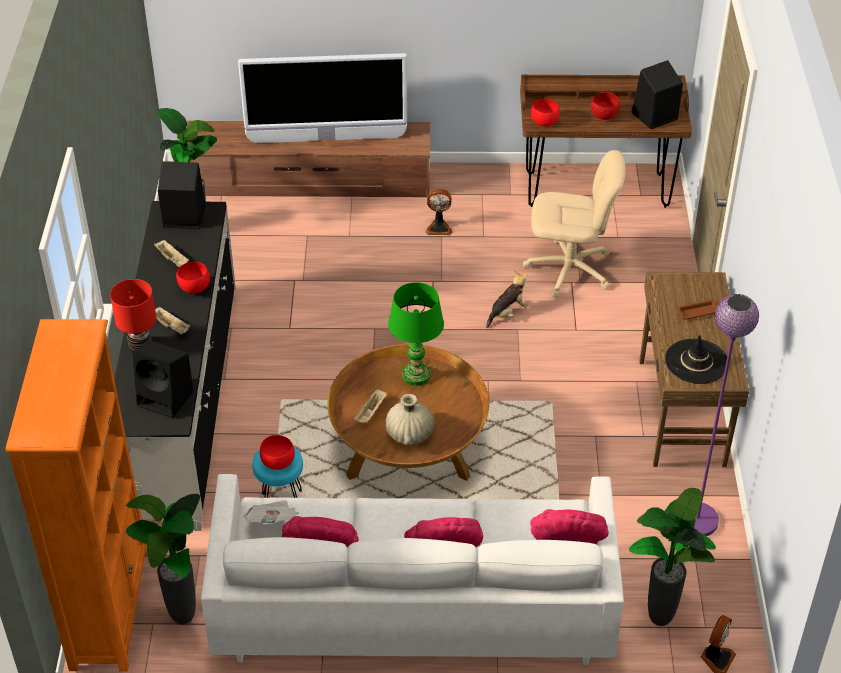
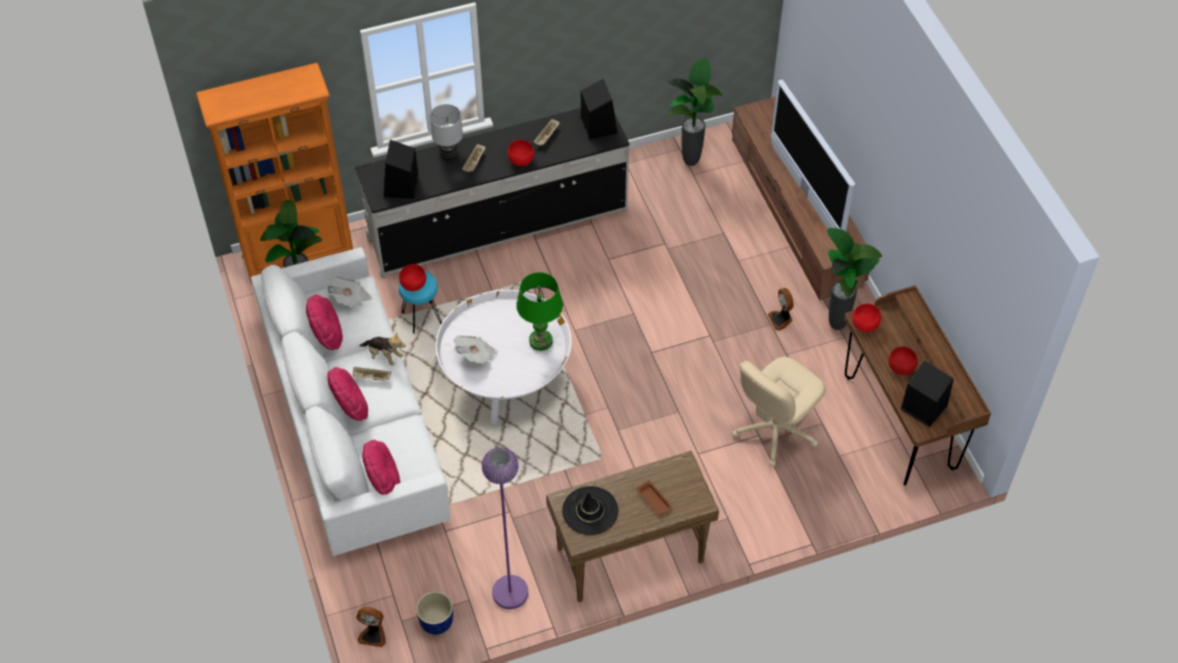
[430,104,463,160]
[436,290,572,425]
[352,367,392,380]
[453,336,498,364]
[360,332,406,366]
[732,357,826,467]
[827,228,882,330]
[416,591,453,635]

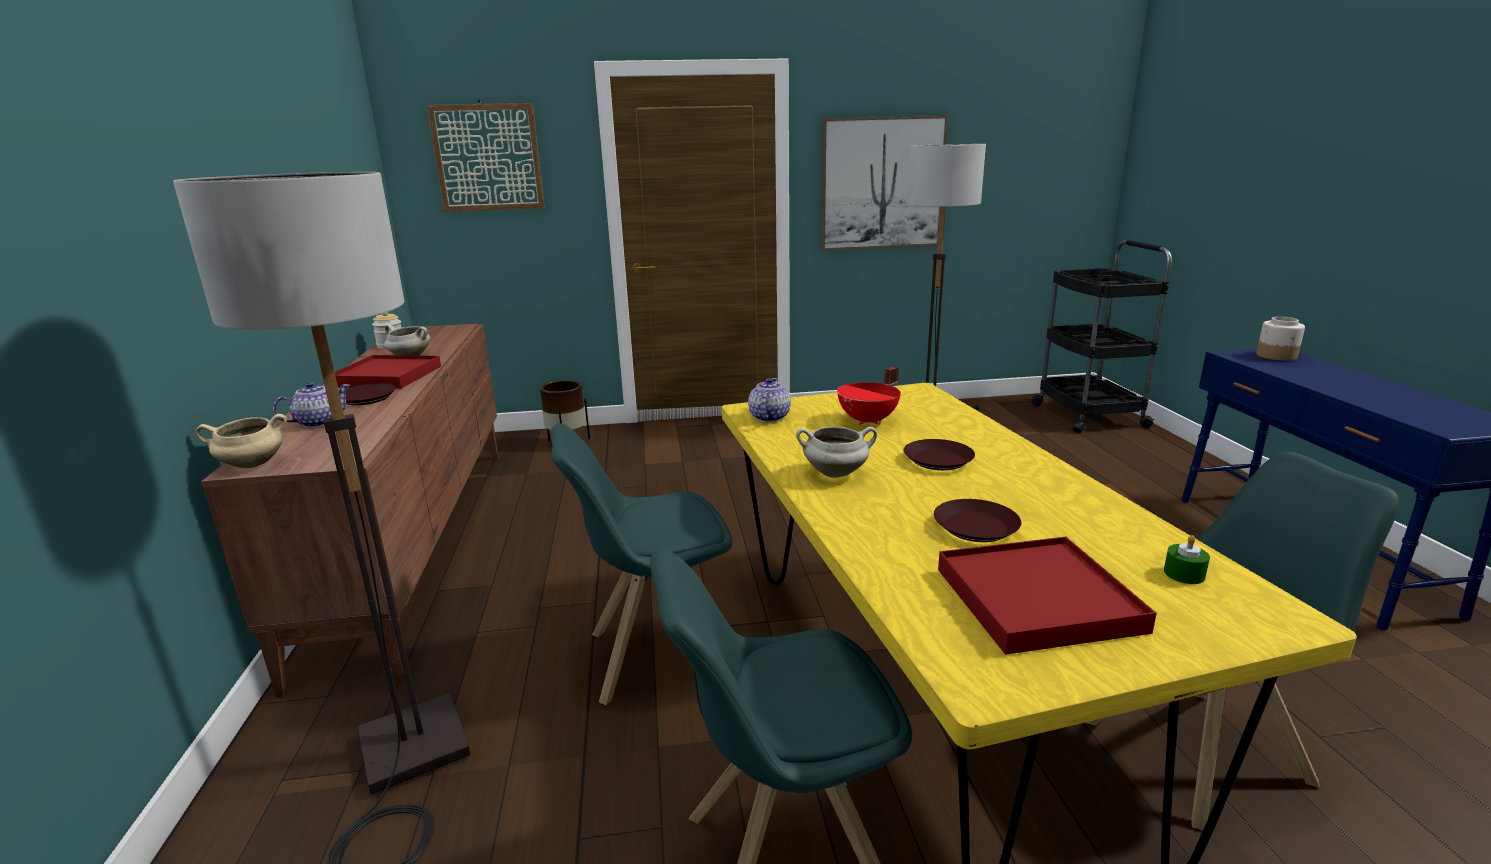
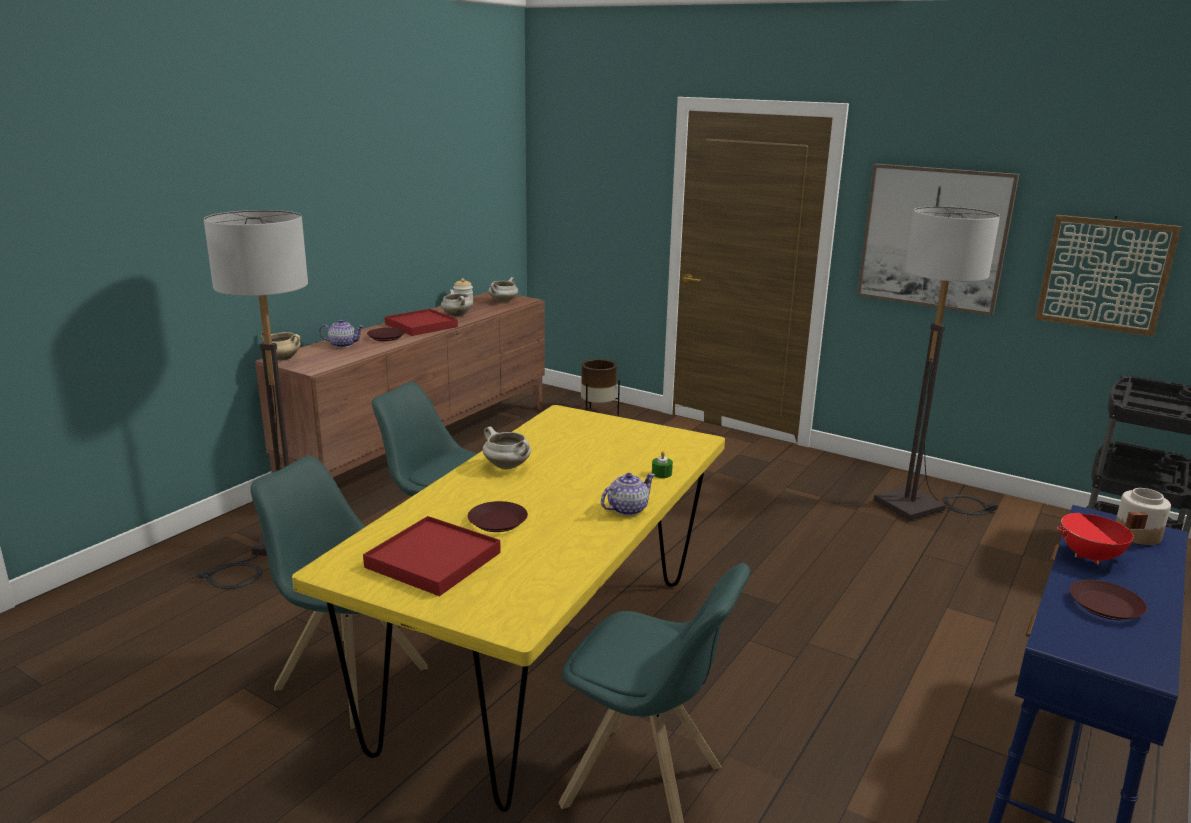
[1035,215,1181,337]
[601,473,655,516]
[1057,512,1148,565]
[1069,580,1147,620]
[652,451,673,478]
[488,277,518,303]

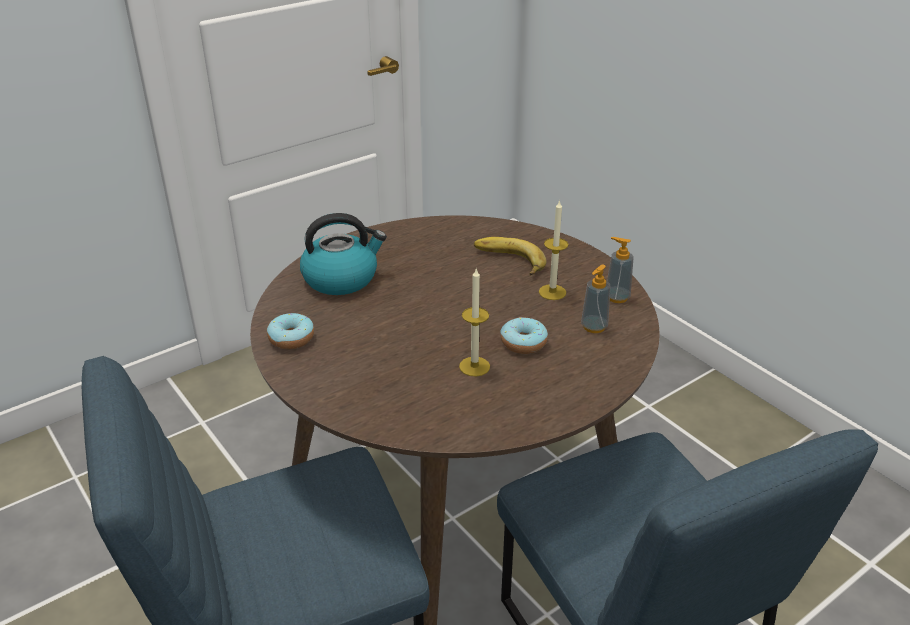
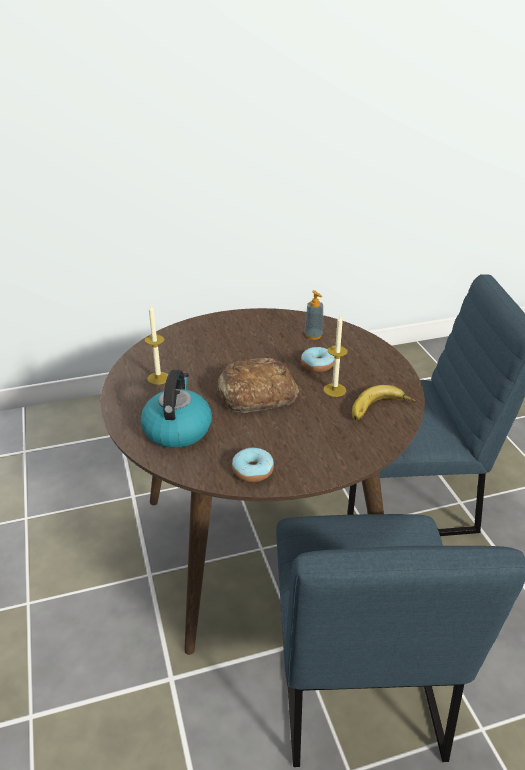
[352,385,416,420]
[145,305,168,385]
[607,237,634,303] (first image)
[217,358,299,413]

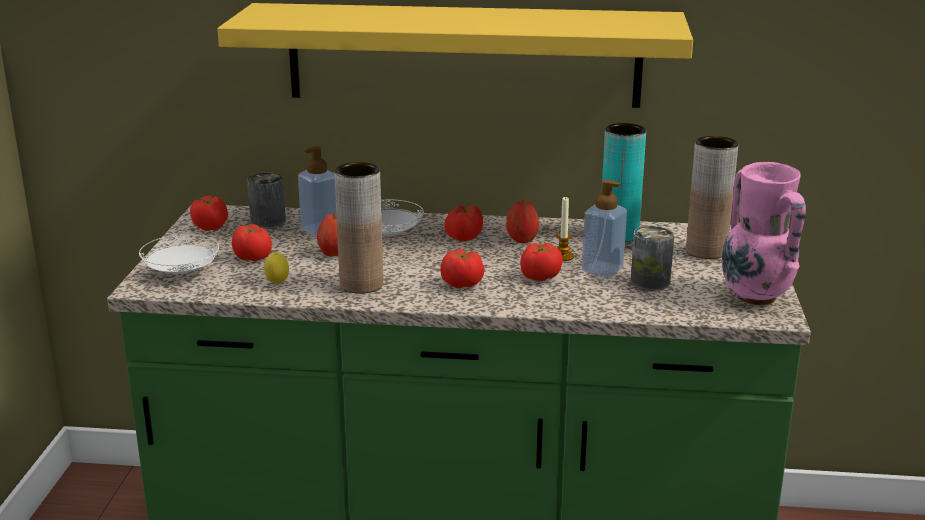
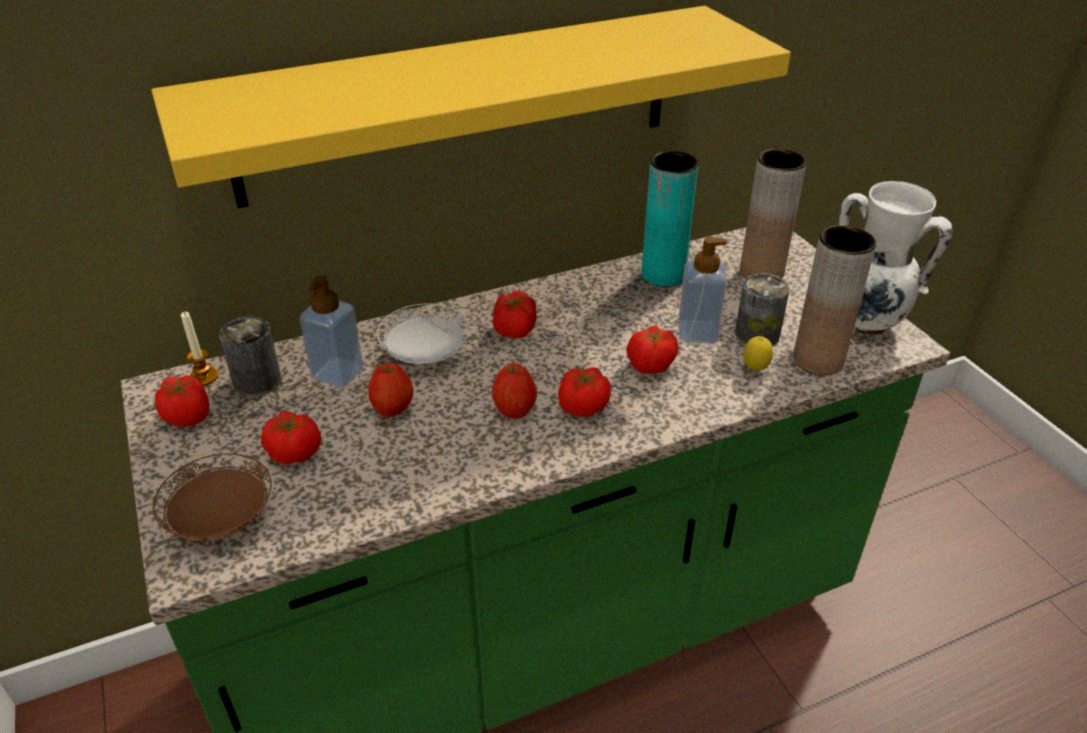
[153,454,272,541]
[743,336,773,371]
[793,225,876,375]
[492,363,537,419]
[181,312,218,386]
[839,181,952,335]

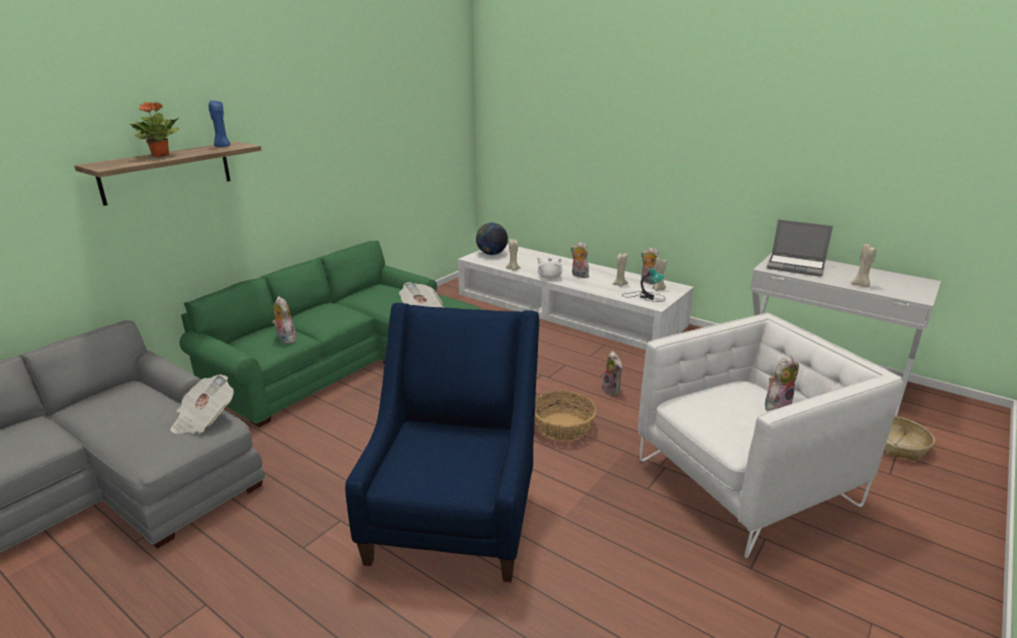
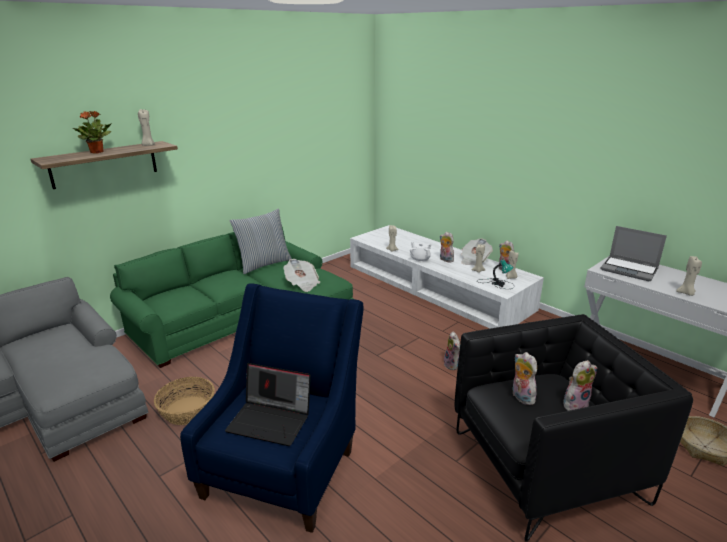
[461,239,493,265]
[138,109,155,146]
[512,352,537,405]
[476,222,508,255] (first image)
[154,377,215,425]
[455,314,693,542]
[225,363,311,446]
[230,208,292,274]

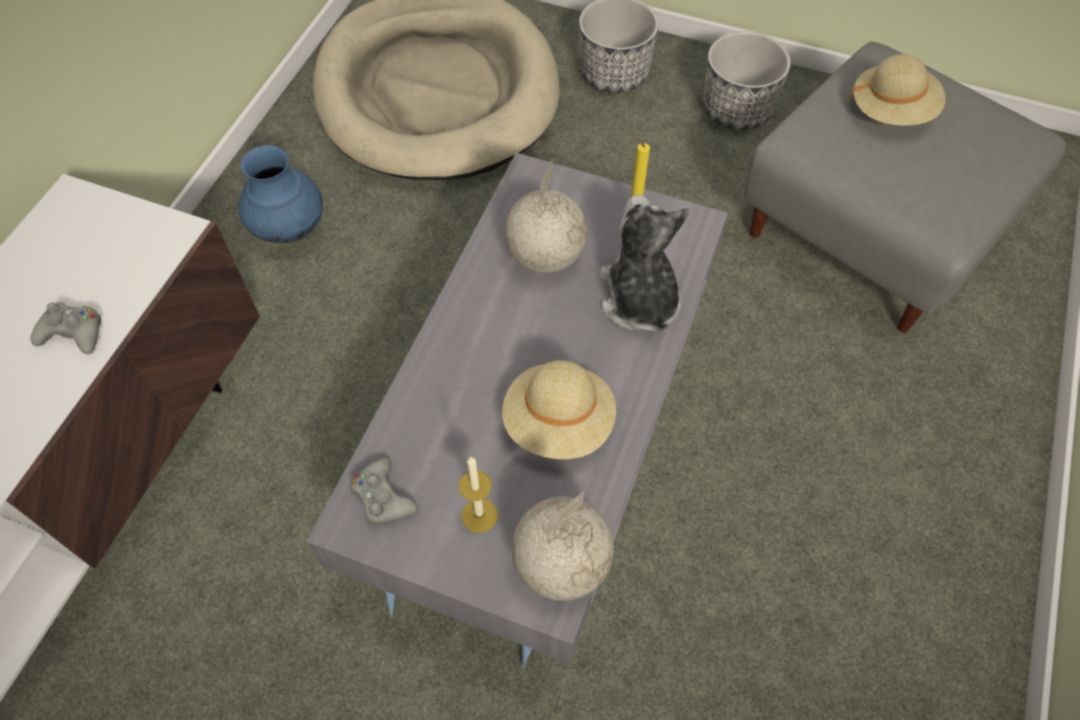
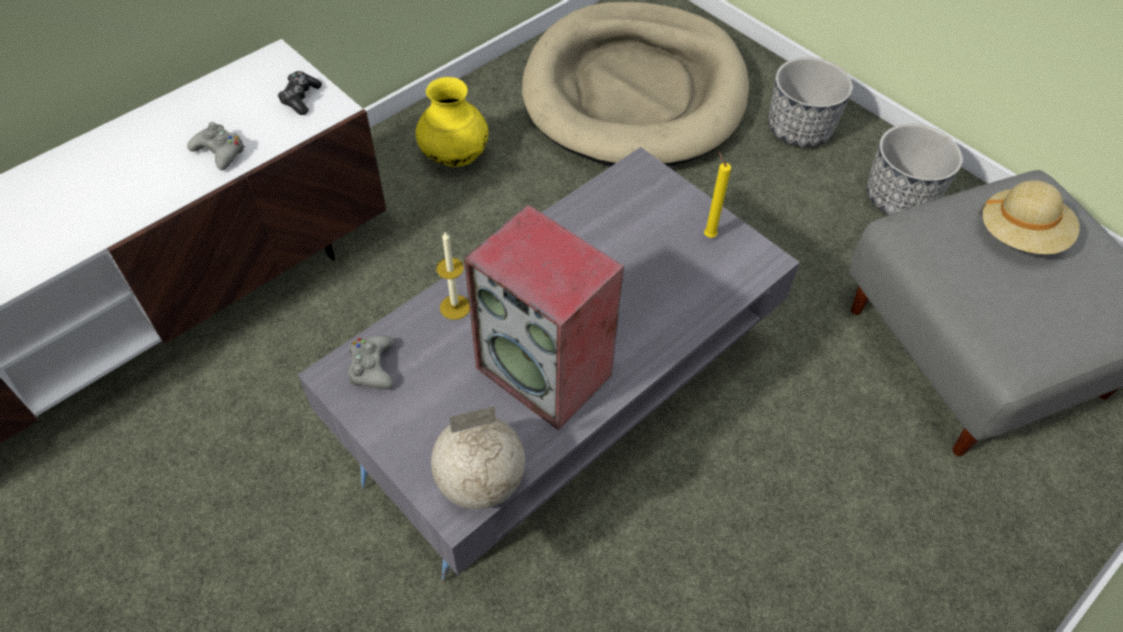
[415,77,488,167]
[436,232,470,320]
[464,205,624,430]
[504,157,587,273] (first image)
[600,195,689,334] (first image)
[278,71,322,115]

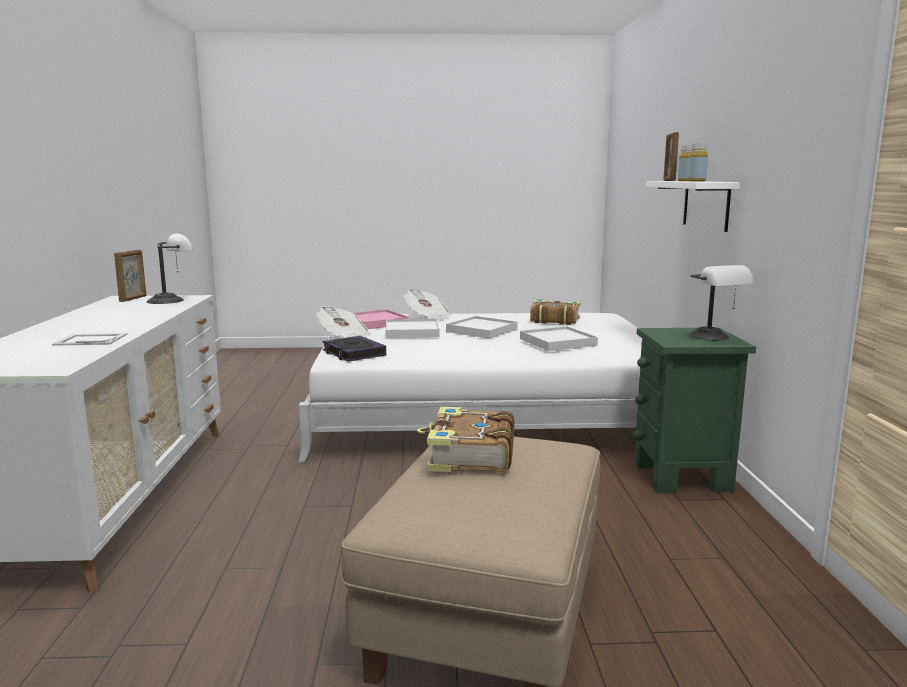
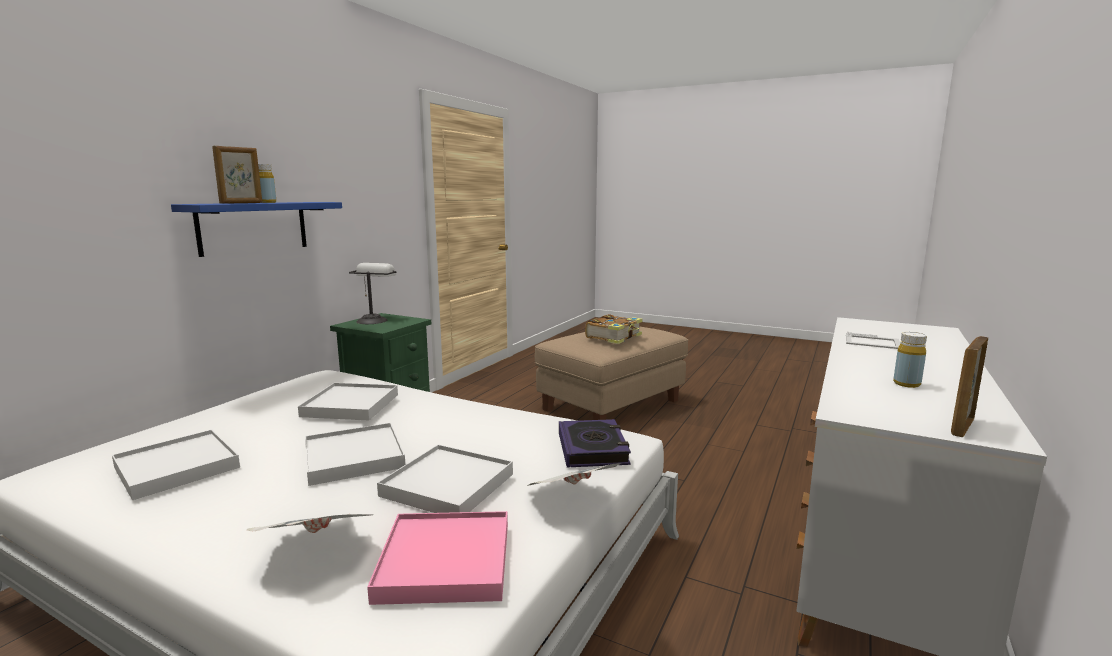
[147,234,193,304] (first image)
[112,430,240,500]
[171,202,342,257]
[893,332,927,388]

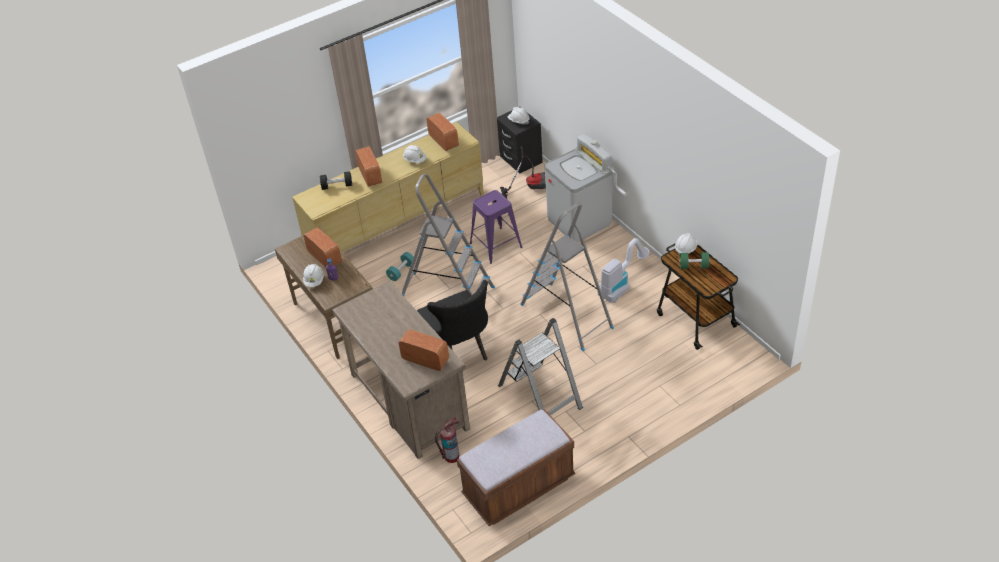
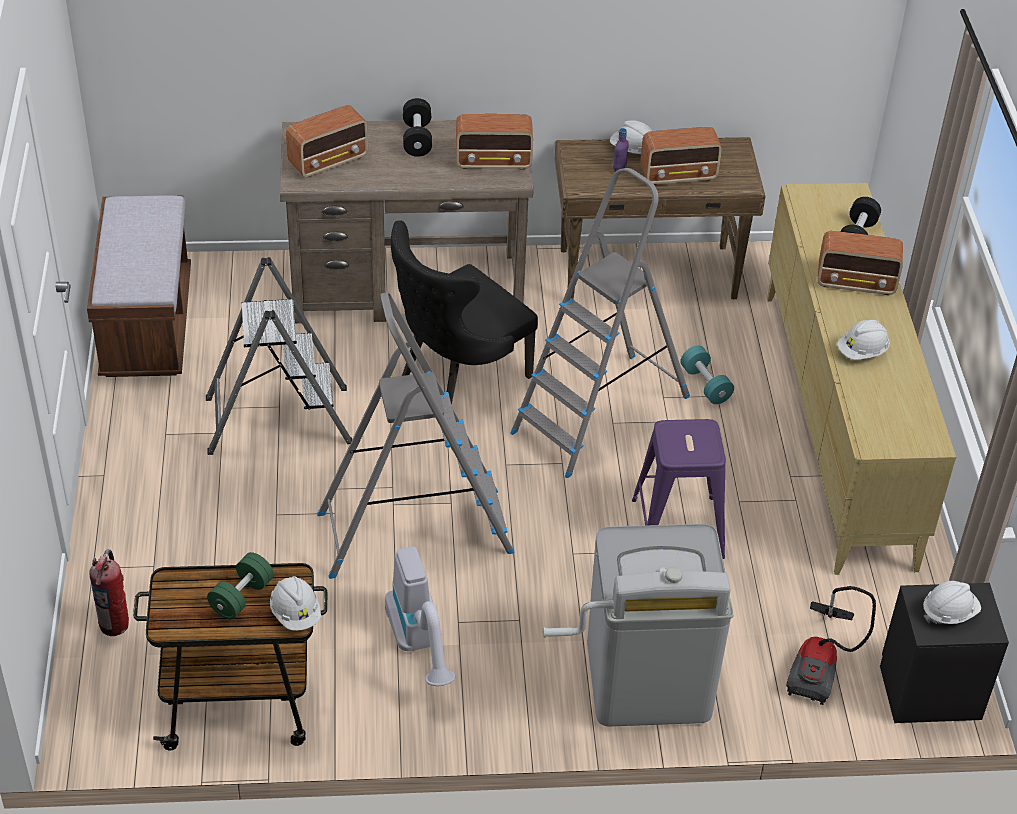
[391,220,538,405]
[456,114,533,170]
[89,549,129,636]
[403,98,432,157]

